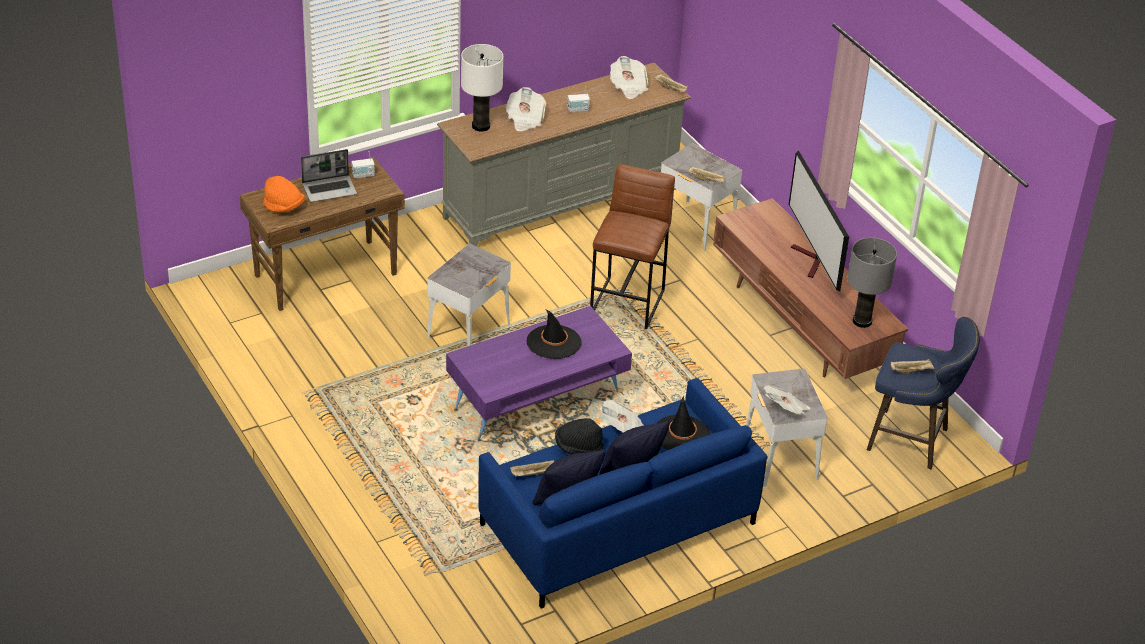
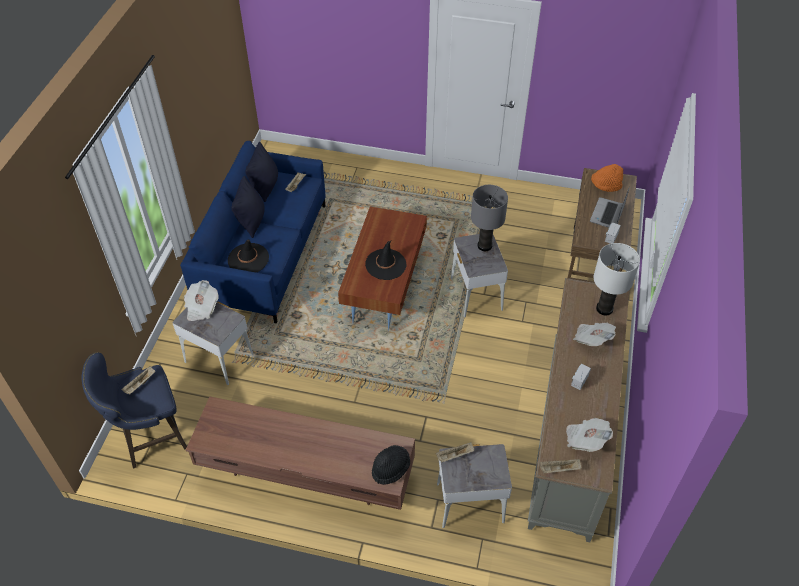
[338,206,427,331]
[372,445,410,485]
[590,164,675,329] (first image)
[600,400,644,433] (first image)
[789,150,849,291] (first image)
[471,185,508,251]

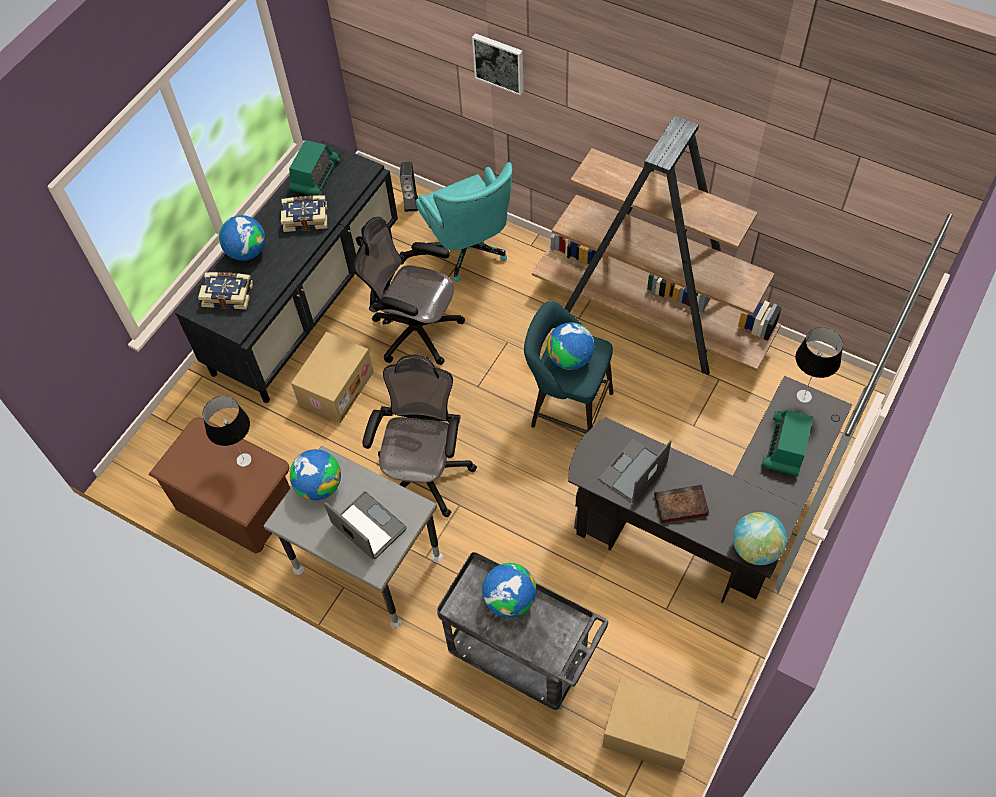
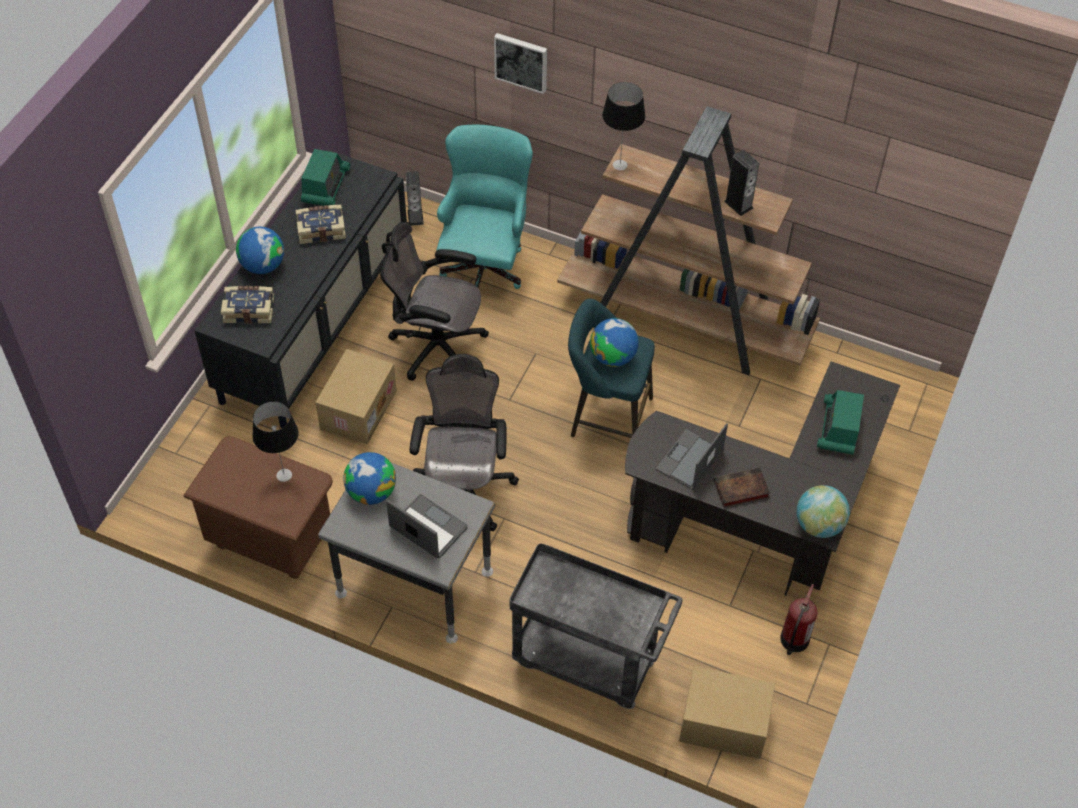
[436,125,533,289]
[482,563,537,618] (first image)
[602,82,645,170]
[724,150,759,216]
[780,584,818,655]

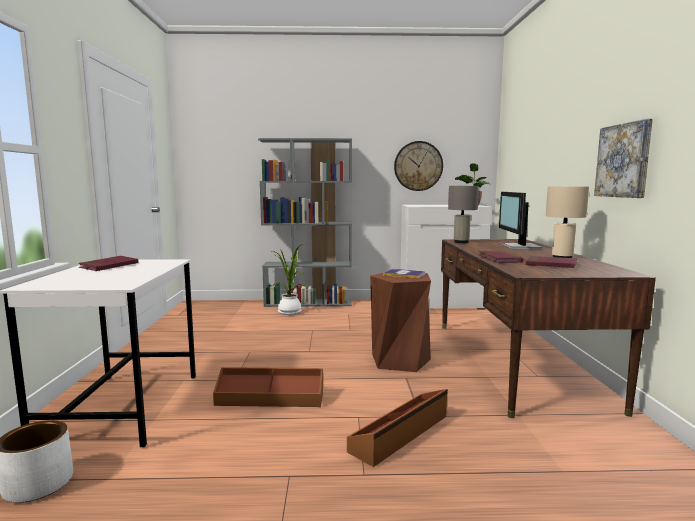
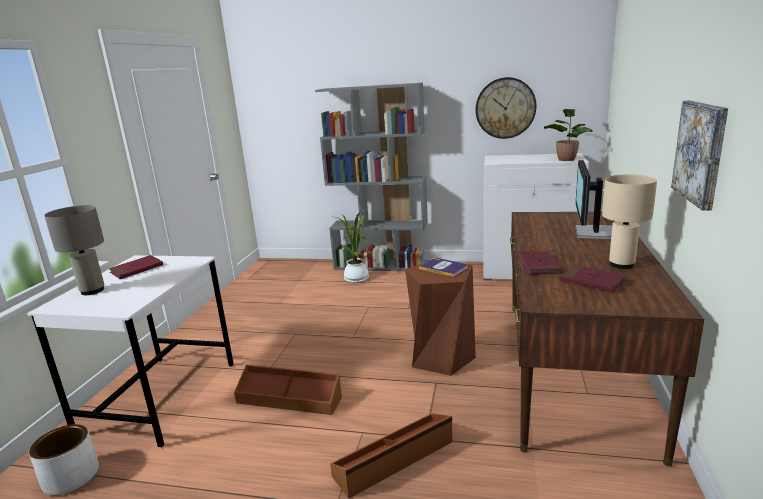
[44,205,104,295]

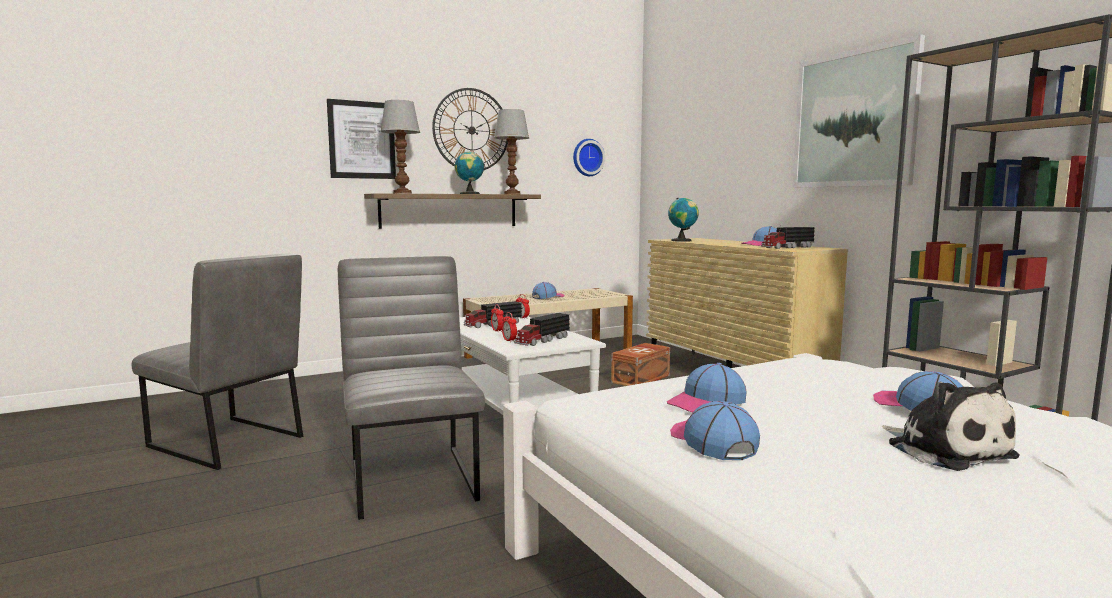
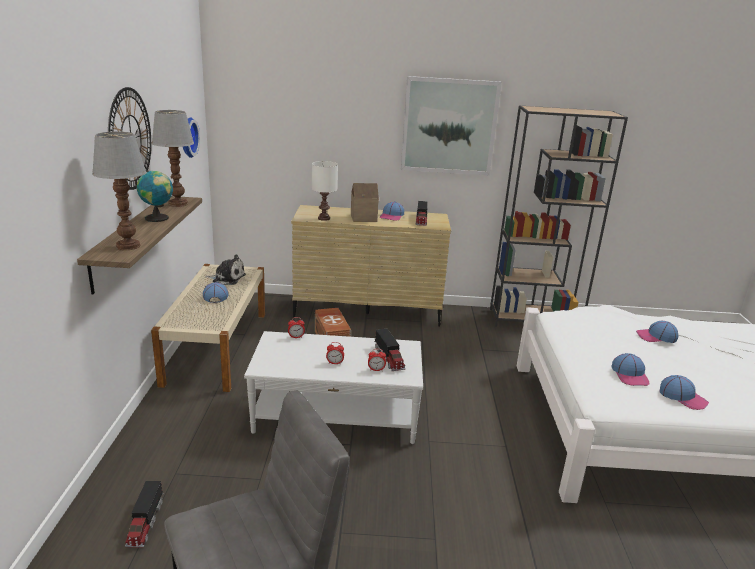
[327,99,396,179] (first image)
[338,256,485,520] (first image)
[125,481,163,548]
[312,161,338,221]
[660,375,709,410]
[205,254,246,285]
[351,183,379,222]

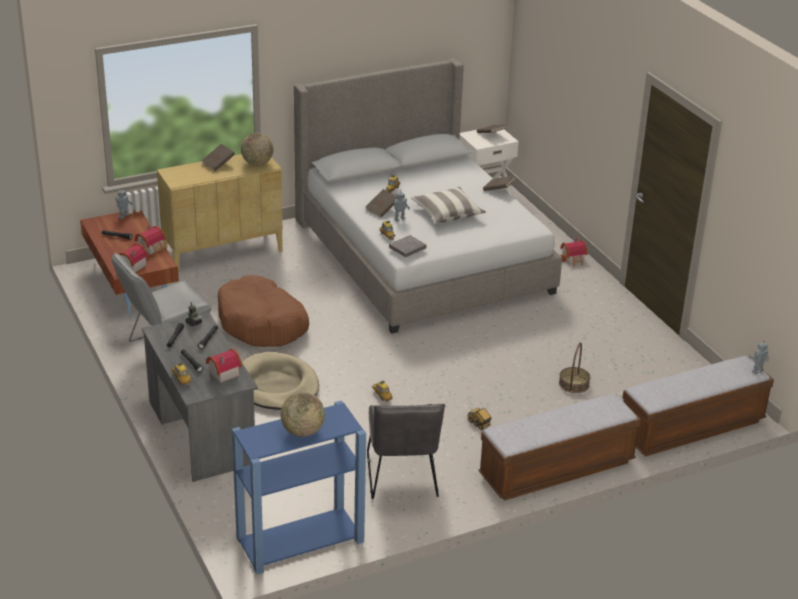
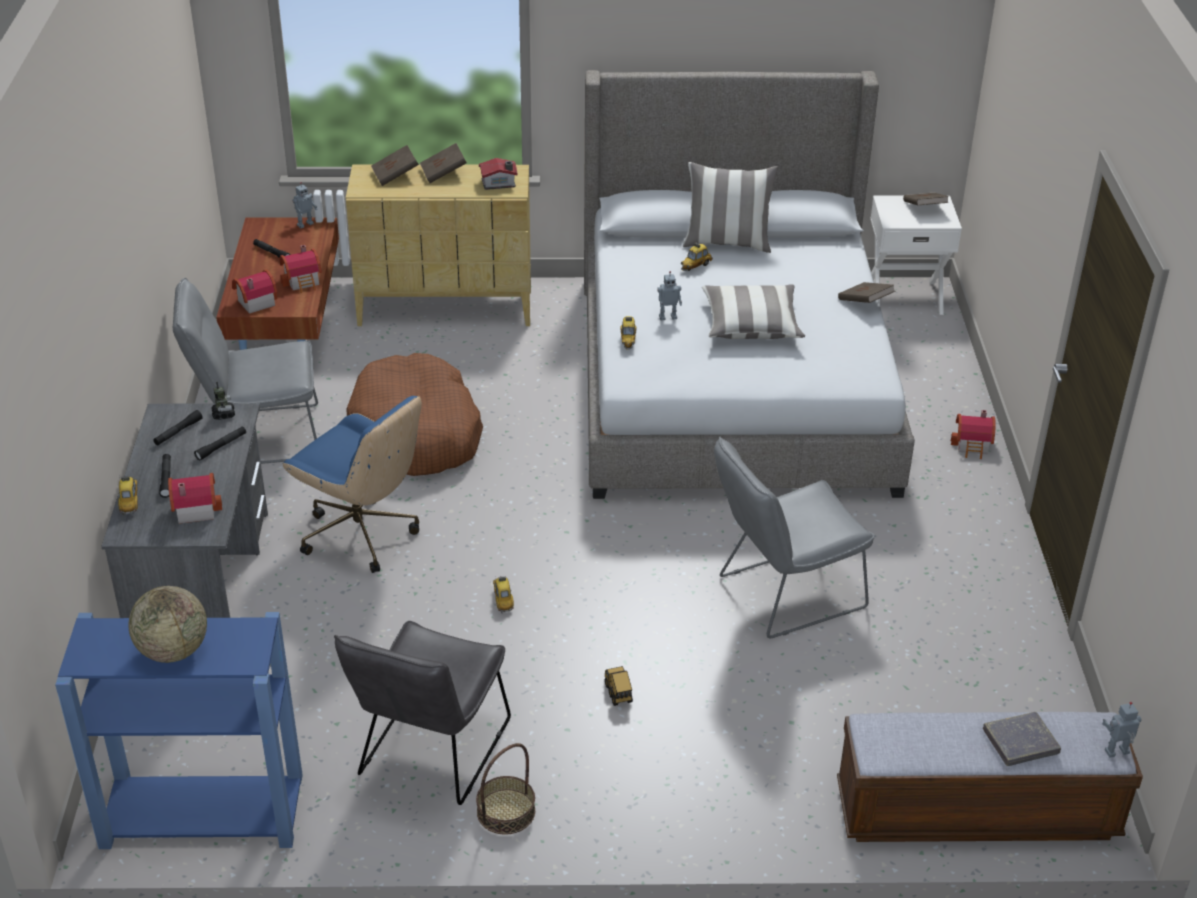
[479,158,518,190]
[283,396,422,573]
[371,145,419,186]
[983,712,1061,766]
[479,394,641,501] (first image)
[476,743,535,834]
[683,162,778,253]
[714,436,875,638]

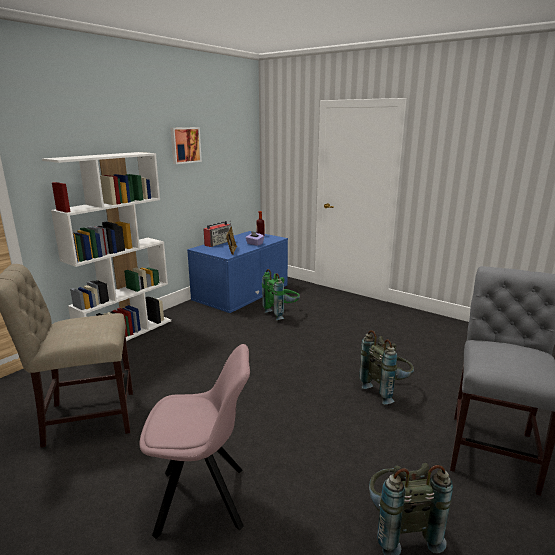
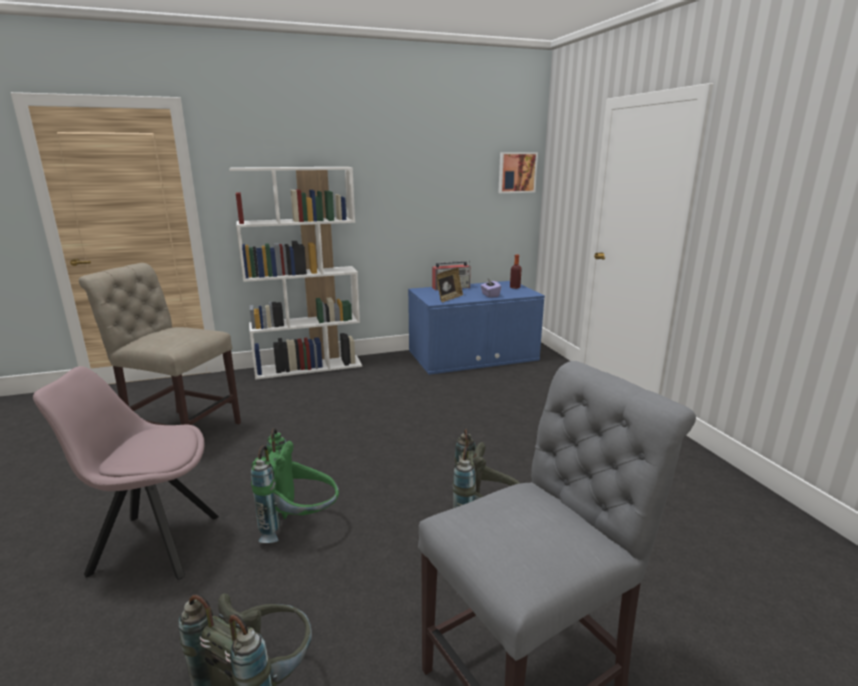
[33,366,219,580]
[498,152,538,193]
[251,428,339,543]

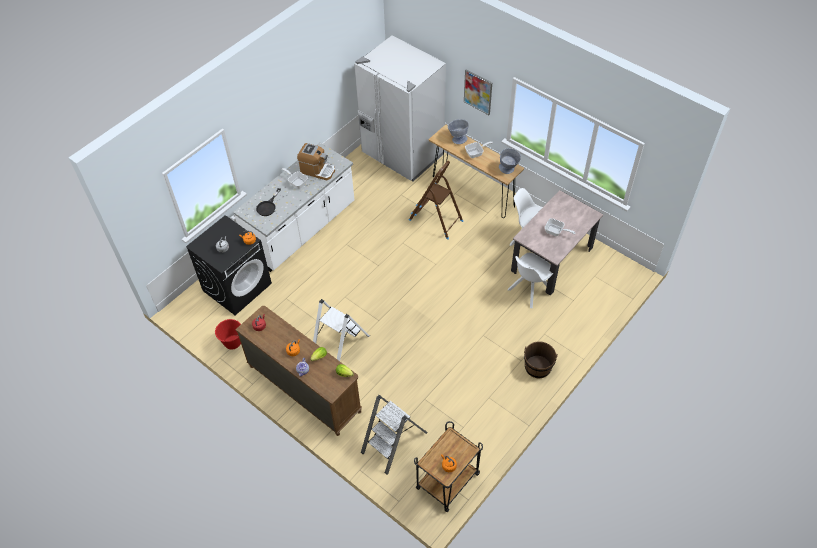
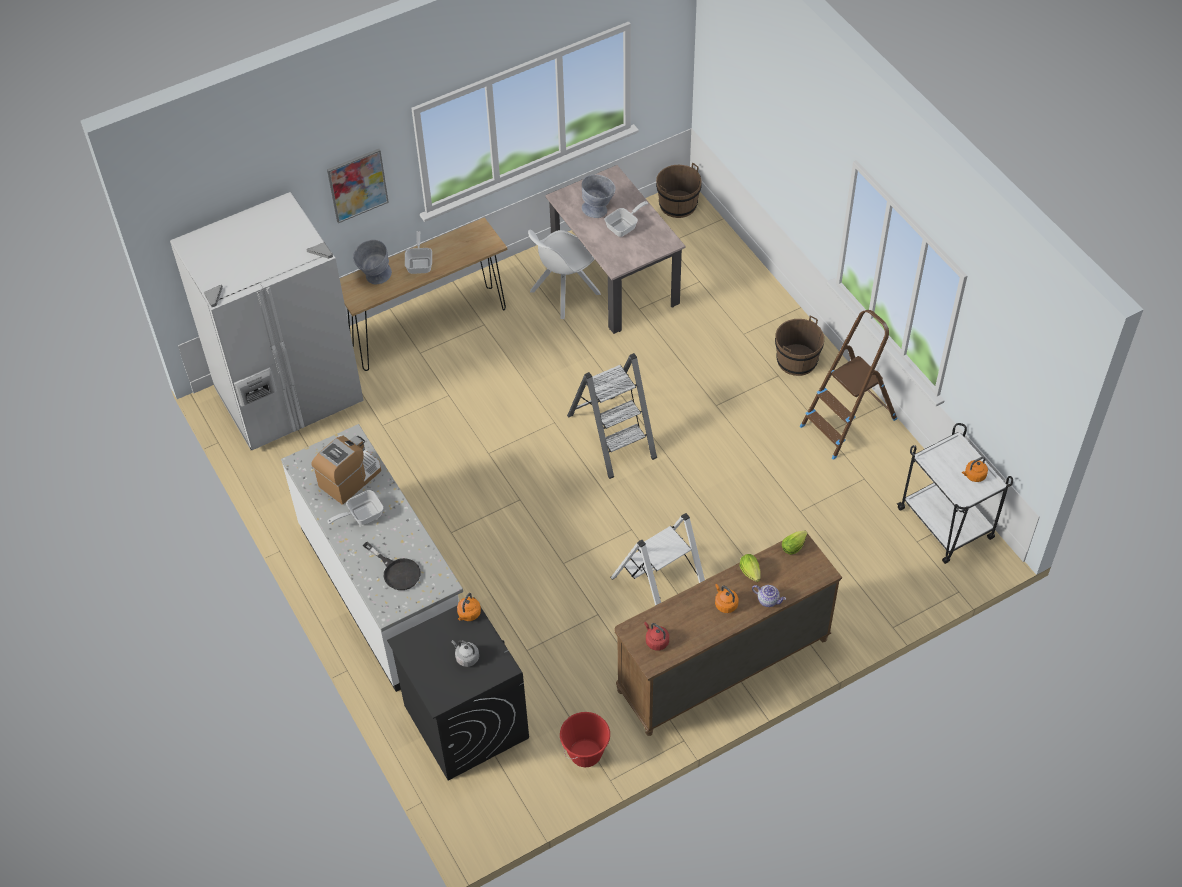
[567,353,657,479]
[800,310,898,460]
[897,423,1013,564]
[582,175,616,218]
[508,252,553,308] (first image)
[656,163,702,218]

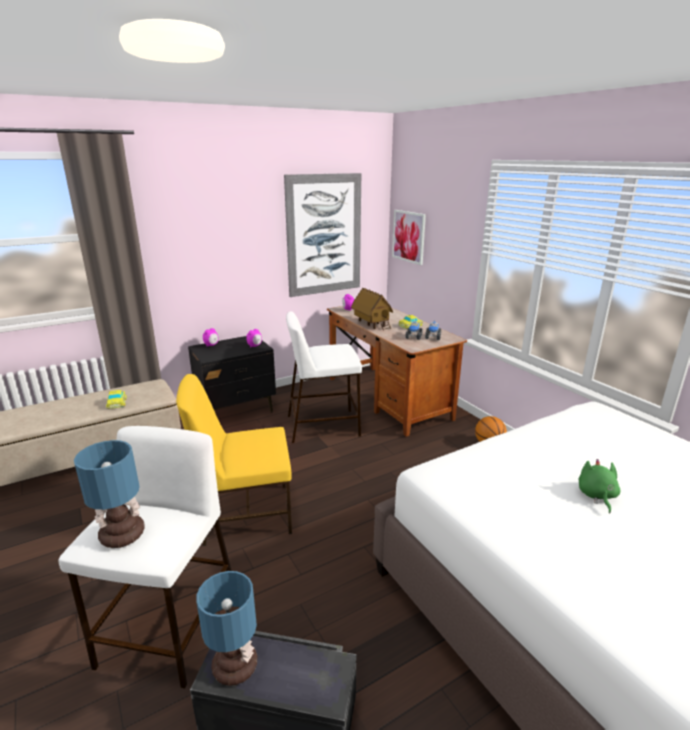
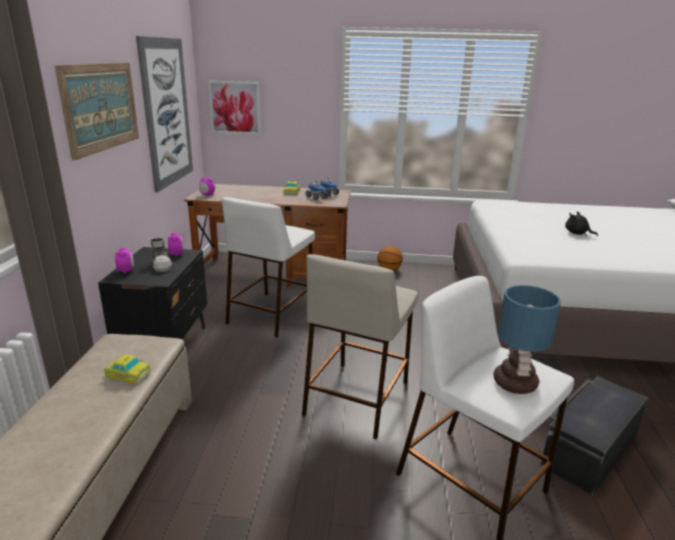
[302,254,418,439]
[196,571,258,686] (first image)
[351,288,393,331] (first image)
[565,211,598,236]
[55,63,139,160]
[150,238,172,272]

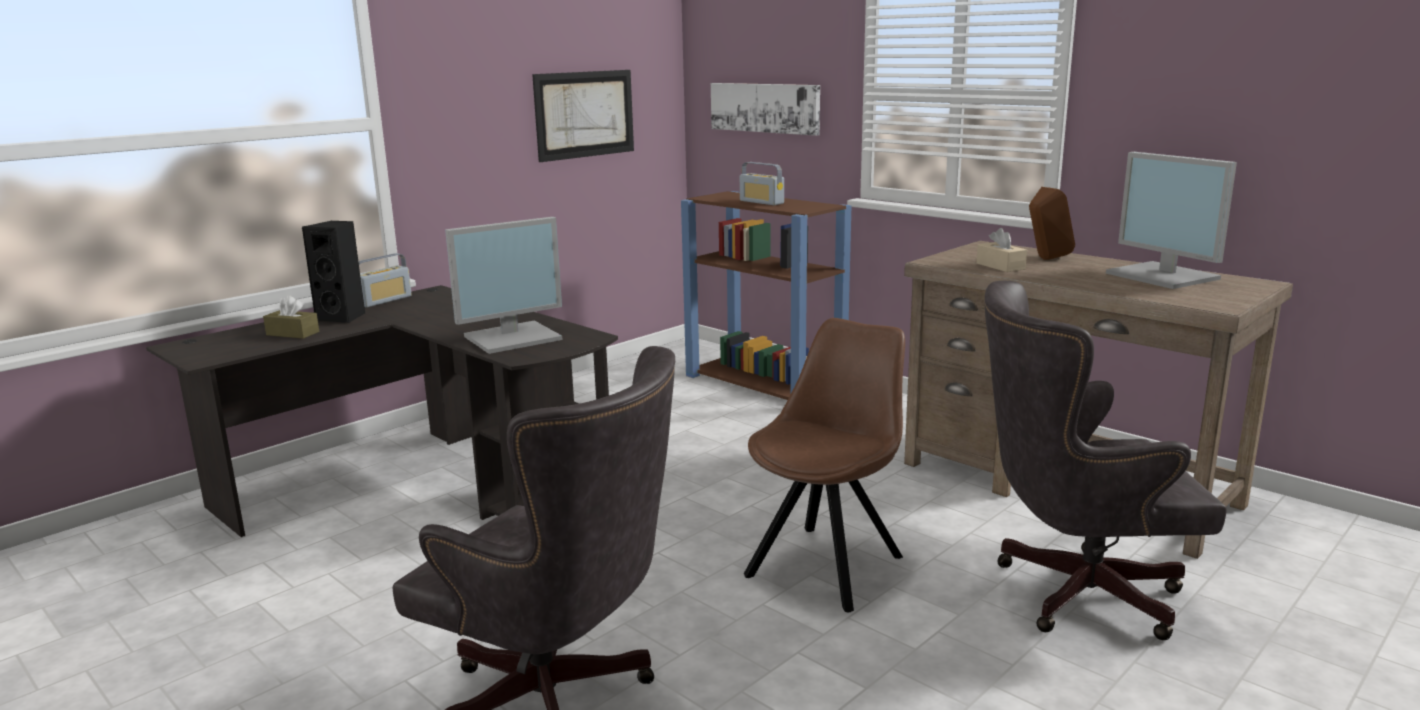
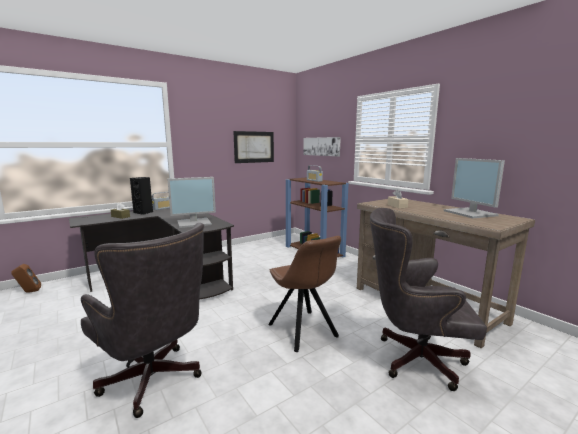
[268,236,341,352]
[11,264,41,293]

